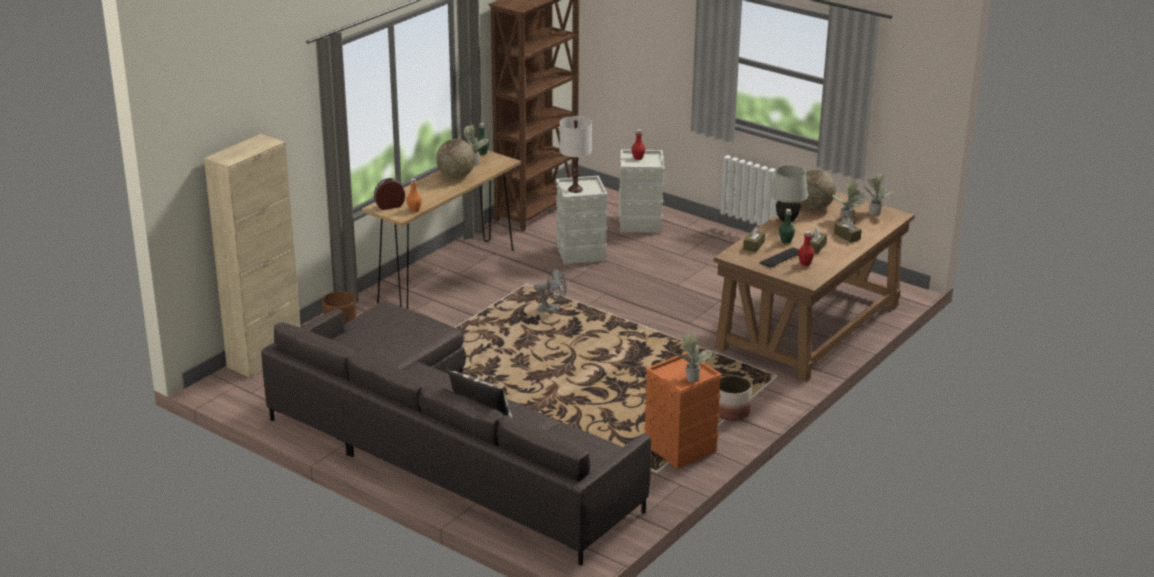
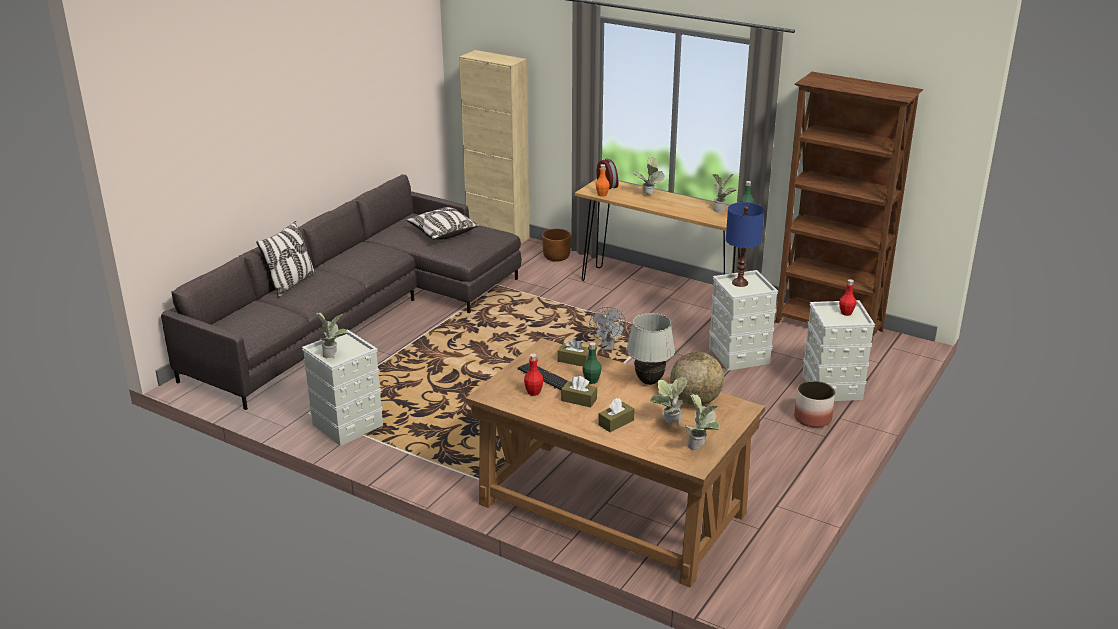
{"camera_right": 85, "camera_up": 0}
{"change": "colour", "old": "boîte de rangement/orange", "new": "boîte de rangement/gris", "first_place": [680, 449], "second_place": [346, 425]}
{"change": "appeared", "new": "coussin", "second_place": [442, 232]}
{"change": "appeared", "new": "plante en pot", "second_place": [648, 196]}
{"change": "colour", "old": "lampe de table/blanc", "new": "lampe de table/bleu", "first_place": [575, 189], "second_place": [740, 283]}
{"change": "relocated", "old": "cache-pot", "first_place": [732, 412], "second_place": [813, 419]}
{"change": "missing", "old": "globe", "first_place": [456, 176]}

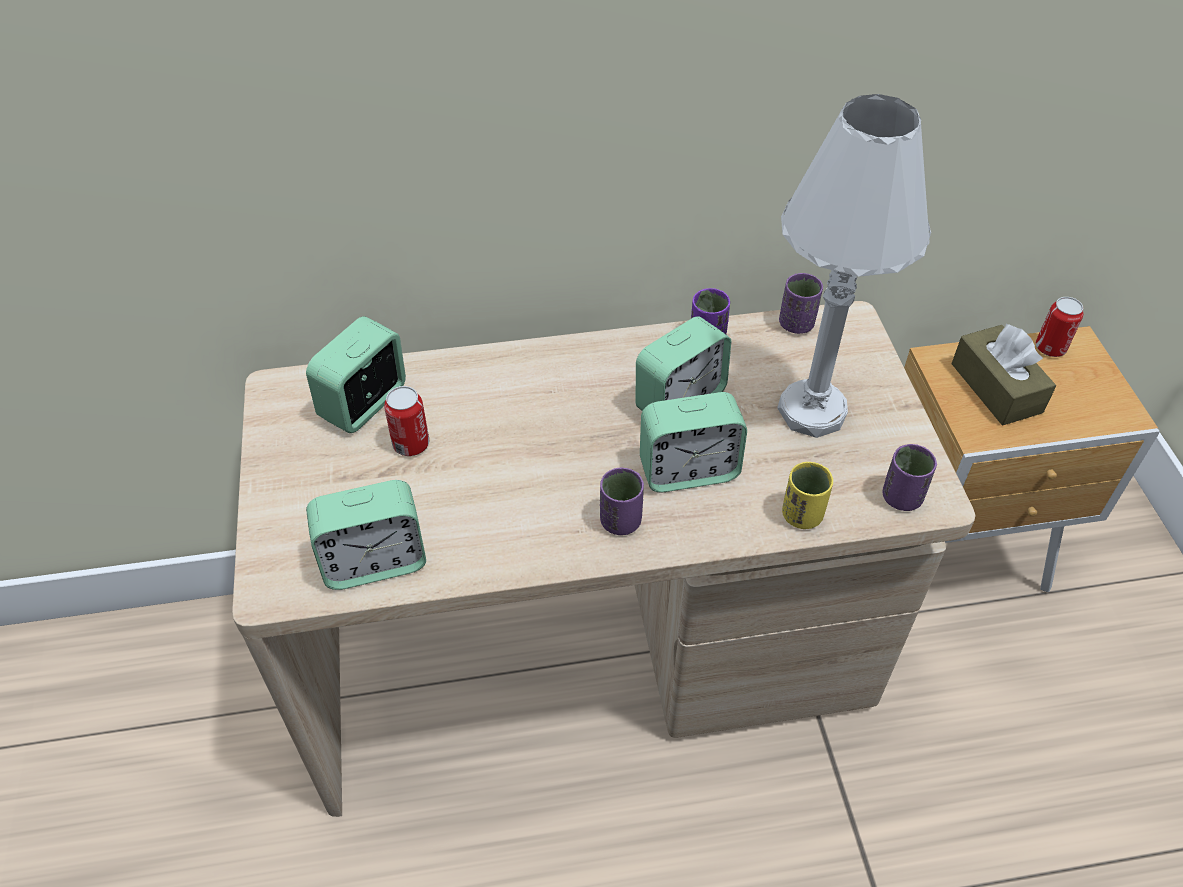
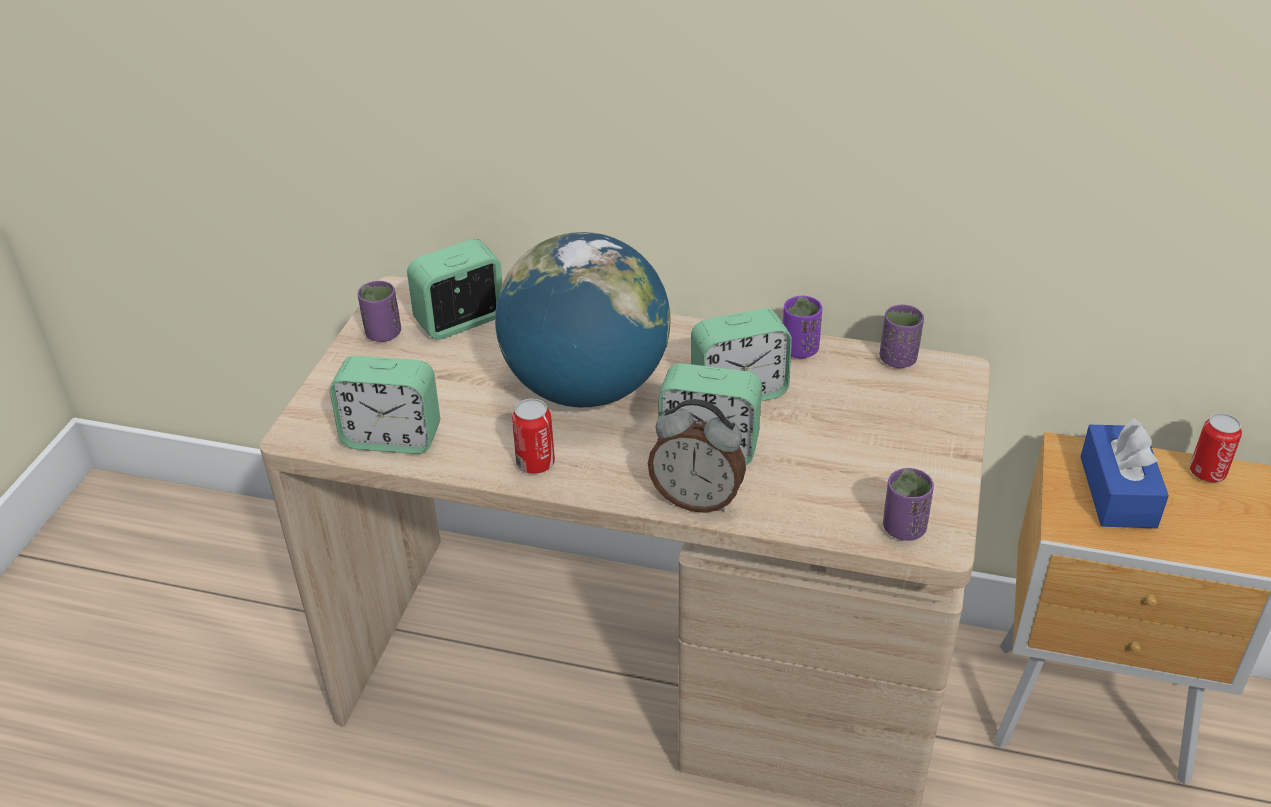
{"camera_right": 25, "camera_up": -10}
{"change": "relocated", "old": "tasse/violet", "first_place": [620, 521], "second_place": [383, 334]}
{"change": "appeared", "new": "globe", "second_place": [586, 388]}
{"change": "relocated", "old": "boîte métallique", "first_place": [411, 444], "second_place": [535, 463]}
{"change": "appeared", "new": "réveil", "second_place": [697, 499]}
{"change": "colour", "old": "boîte à mouchoirs/marron", "new": "boîte à mouchoirs/bleu", "first_place": [996, 388], "second_place": [1117, 492]}
{"change": "missing", "old": "lampe de table/blanc", "first_place": [811, 411]}
{"change": "missing", "old": "tasse/jaune", "first_place": [802, 515]}

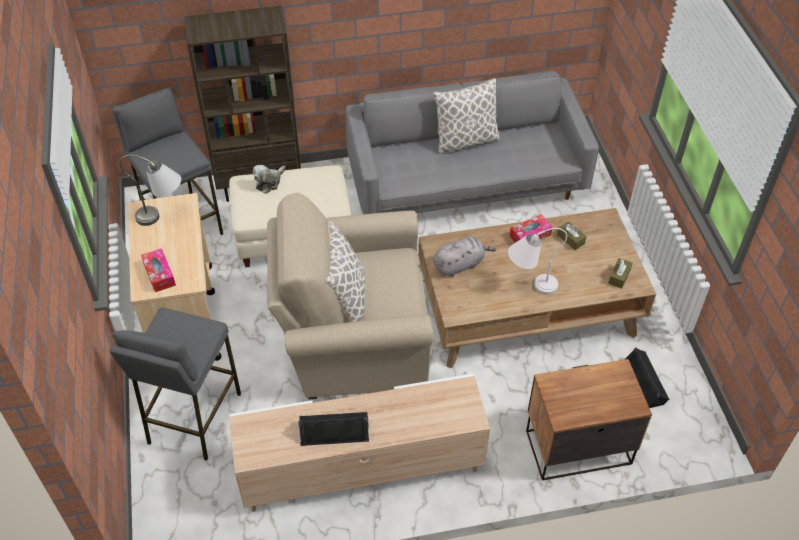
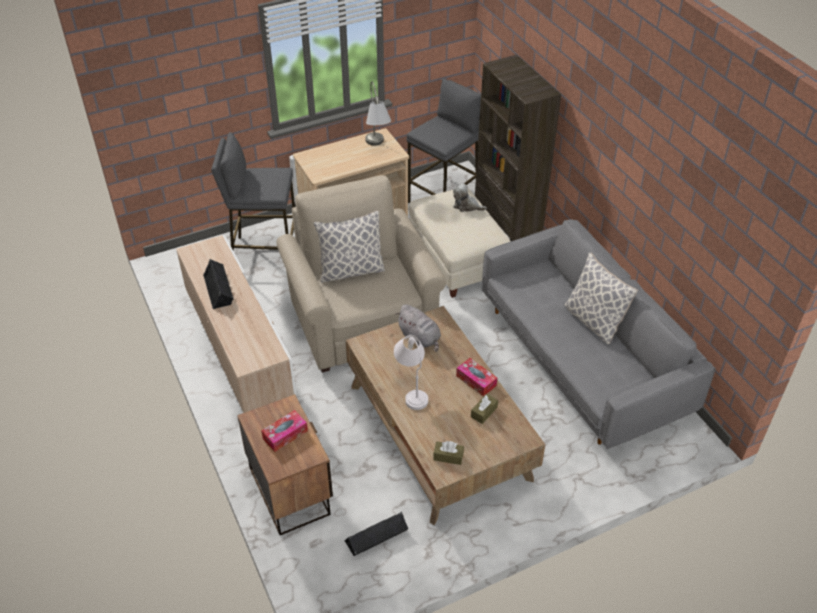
{"camera_right": 75, "camera_up": -5}
{"change": "relocated", "old": "boîte à mouchoirs", "first_place": [159, 274], "second_place": [285, 435]}

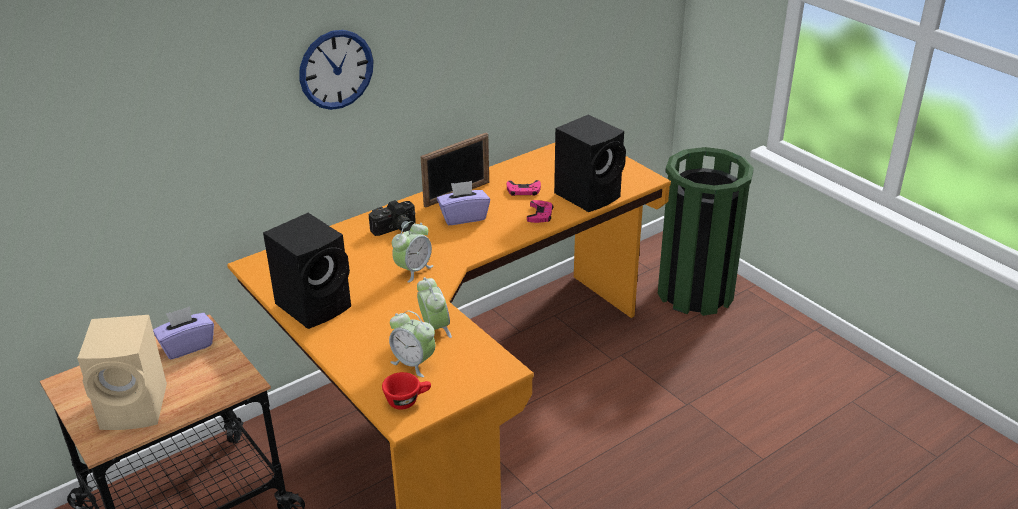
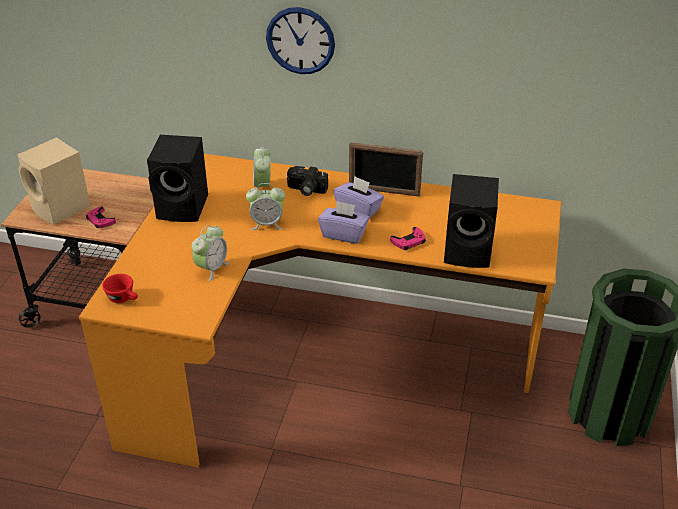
{"camera_right": 50, "camera_up": 5}
{"change": "relocated", "old": "manette/rose", "first_place": [523, 191], "second_place": [100, 220]}
{"change": "relocated", "old": "réveil", "first_place": [413, 363], "second_place": [262, 187]}
{"change": "relocated", "old": "boîte à mouchoirs/violet", "first_place": [187, 346], "second_place": [344, 234]}

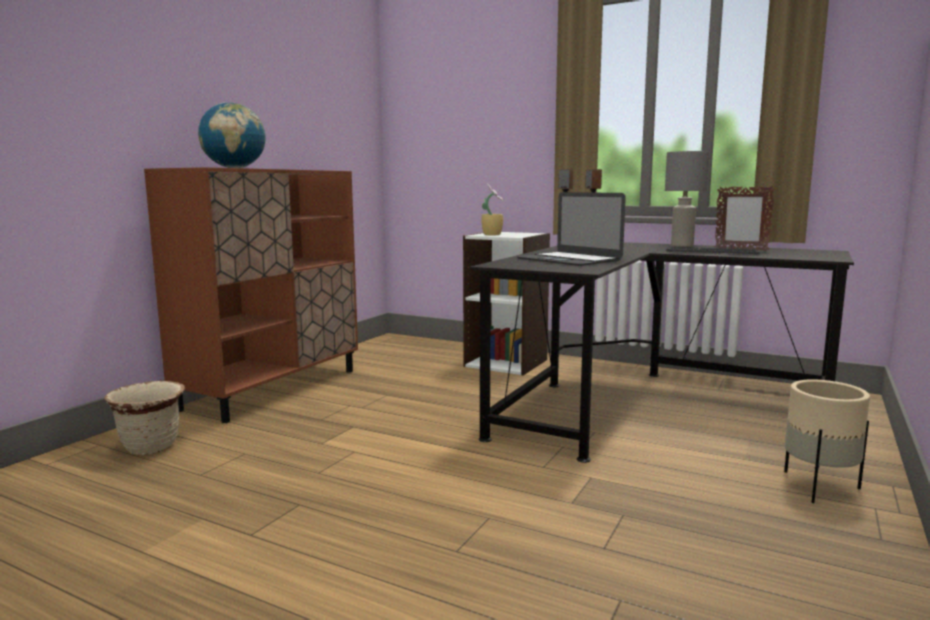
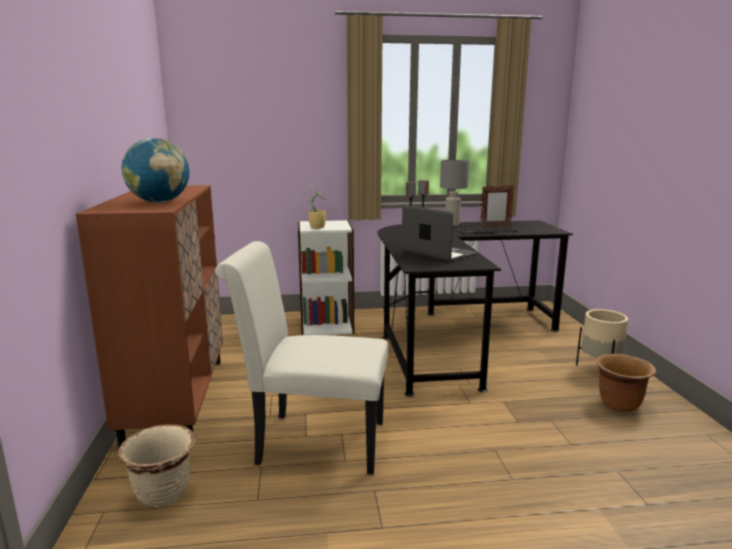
{"camera_right": -35, "camera_up": 5}
{"change": "appeared", "new": "chaise/blanc", "second_place": [312, 442]}
{"change": "spun", "old": "ordinateur portable", "first_place": [569, 259], "second_place": [438, 252], "degrees": -150}
{"change": "appeared", "new": "cache-pot/marron", "second_place": [619, 404]}

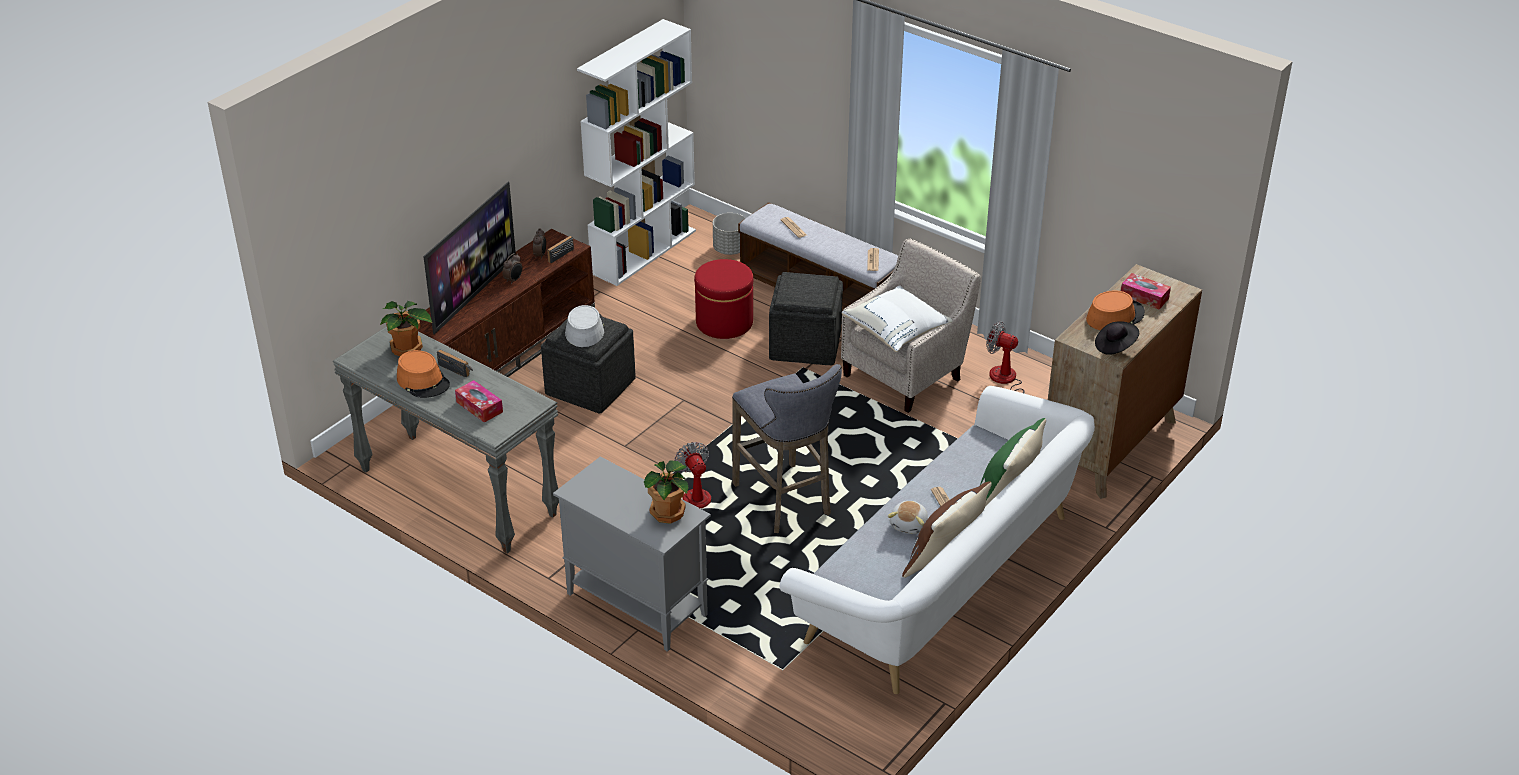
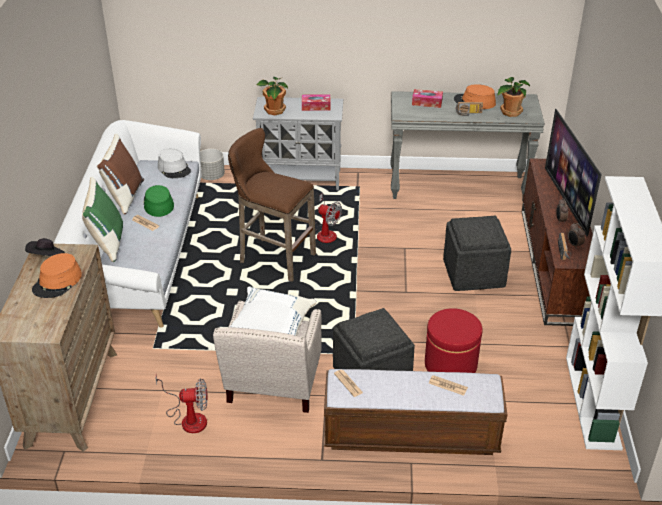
{"camera_right": 145, "camera_up": 0}
{"change": "exchanged", "old": "peluche", "new": "chapeau/vert", "first_place": [909, 525], "second_place": [158, 203]}
{"change": "relocated", "old": "chapeau/gris", "first_place": [584, 329], "second_place": [174, 169]}
{"change": "relocated", "old": "cache-pot/gris", "first_place": [730, 249], "second_place": [212, 176]}
{"change": "colour", "old": "tabouret/gris", "new": "tabouret/marron", "first_place": [785, 502], "second_place": [273, 258]}
{"change": "relocated", "old": "boîte à mouchoirs", "first_place": [1144, 297], "second_place": [316, 106]}

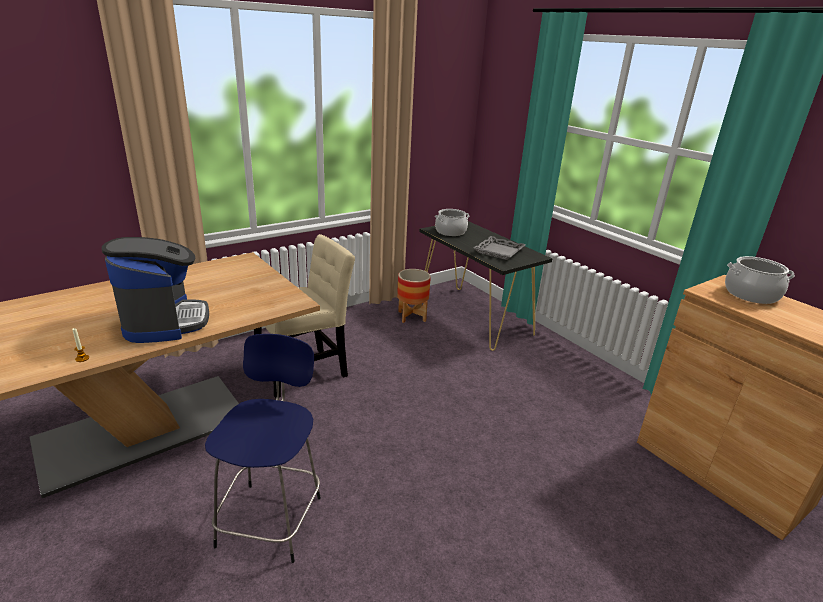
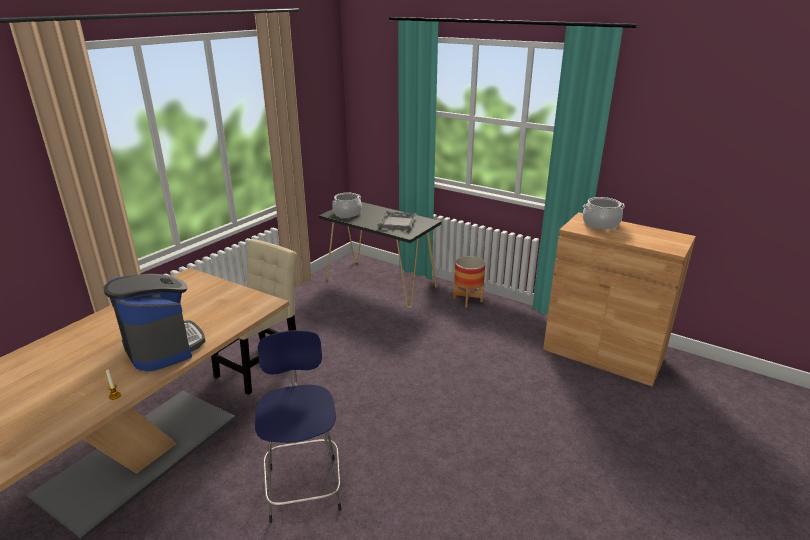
{"camera_right": -20, "camera_up": 0}
{"change": "relocated", "old": "cache-pot", "first_place": [412, 316], "second_place": [468, 300]}

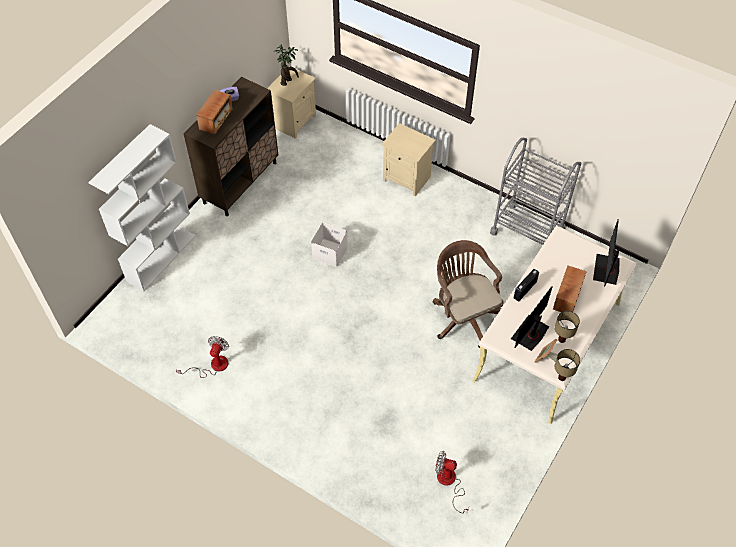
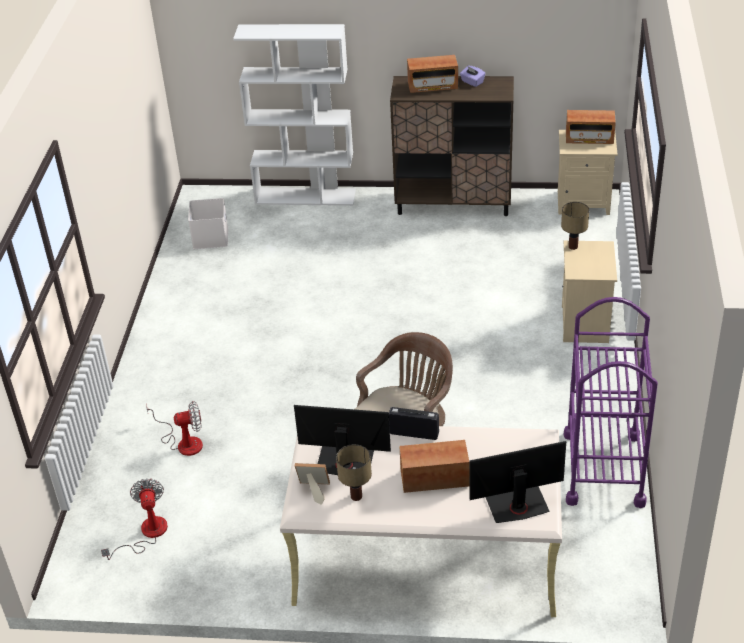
{"camera_right": 65, "camera_up": -15}
{"change": "relocated", "old": "ventilateur", "first_place": [213, 366], "second_place": [183, 442]}
{"change": "relocated", "old": "boîte de rangement/blanc", "first_place": [331, 252], "second_place": [211, 238]}
{"change": "relocated", "old": "lampe de table", "first_place": [562, 378], "second_place": [572, 247]}
{"change": "colour", "old": "chariot/gris", "new": "chariot/violet", "first_place": [527, 231], "second_place": [603, 468]}
{"change": "exchanged", "old": "plante en pot", "new": "radio", "first_place": [288, 81], "second_place": [589, 138]}

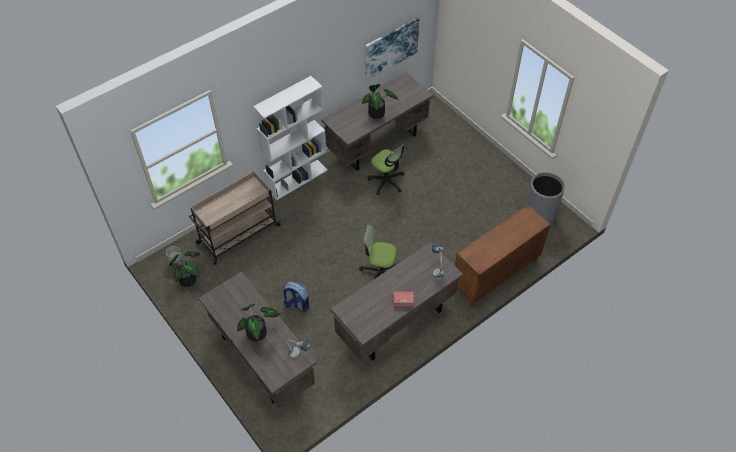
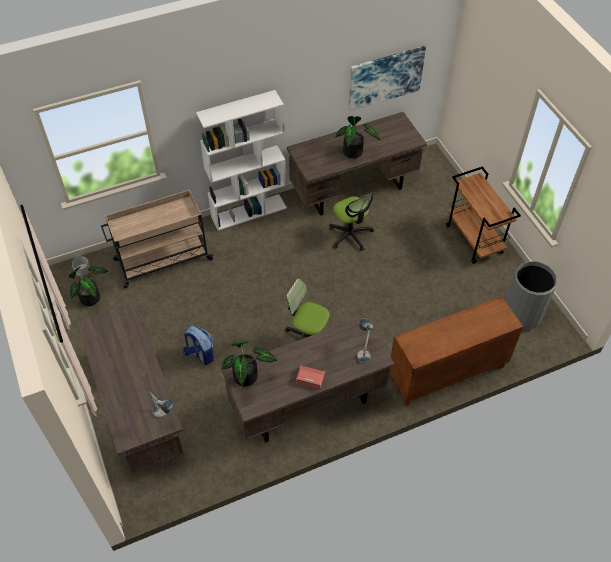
{"camera_right": 15, "camera_up": 0}
{"change": "relocated", "old": "plante en pot", "first_place": [259, 333], "second_place": [248, 377]}
{"change": "appeared", "new": "chariot/marron", "second_place": [474, 239]}

